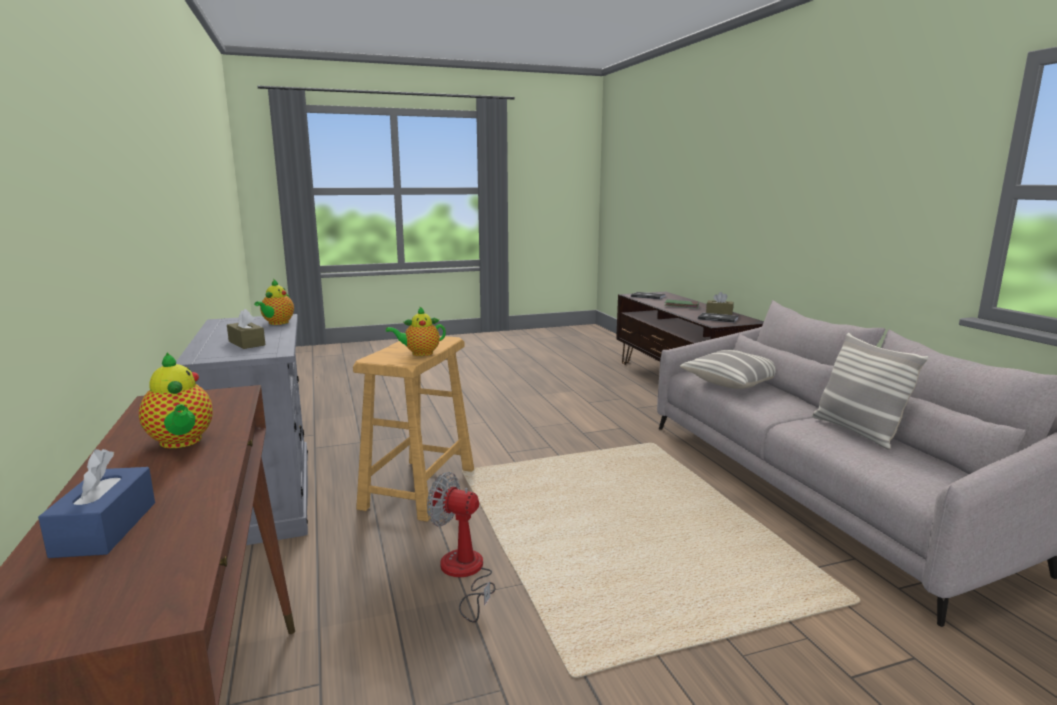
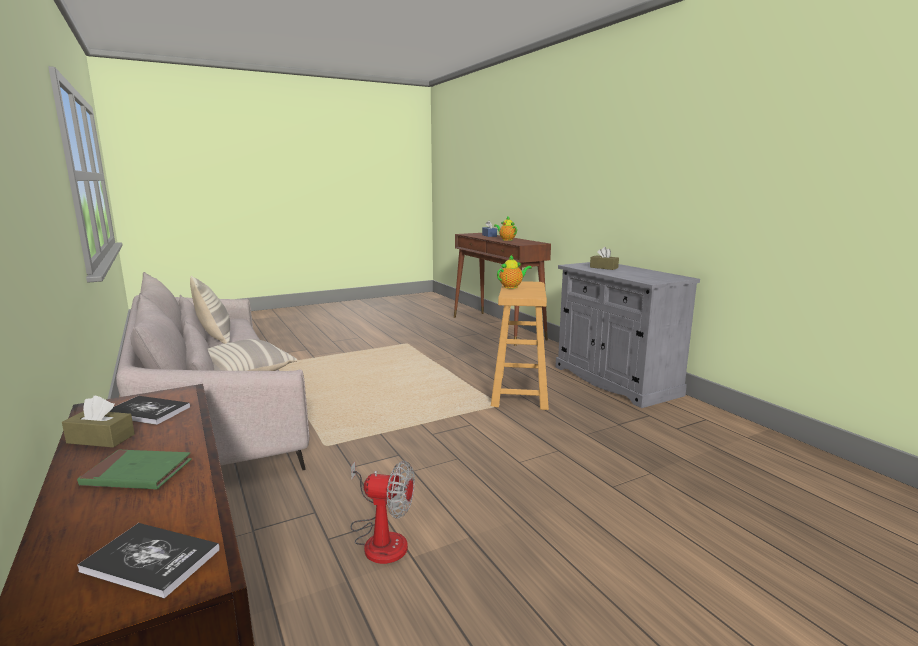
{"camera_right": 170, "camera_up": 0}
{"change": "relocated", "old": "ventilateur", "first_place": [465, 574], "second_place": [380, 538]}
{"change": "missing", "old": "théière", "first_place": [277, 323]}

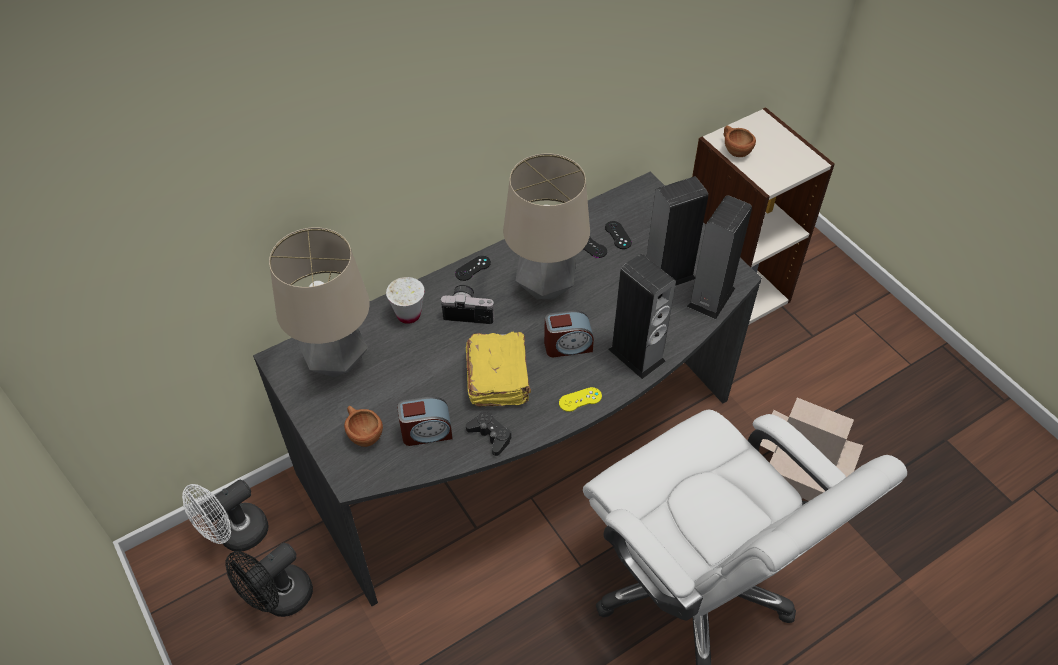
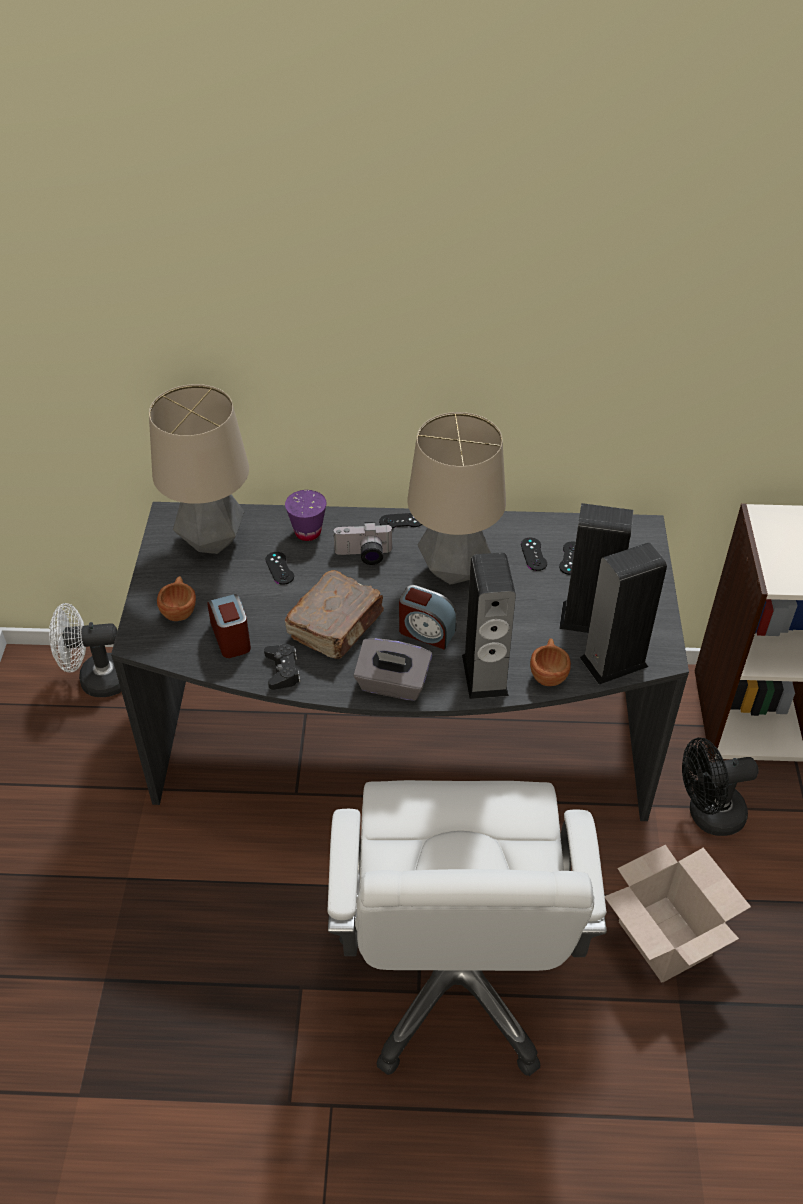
{"camera_right": 35, "camera_up": -5}
{"change": "spun", "old": "réveil", "first_place": [426, 432], "second_place": [231, 637], "degrees": -135}
{"change": "appeared", "new": "manette/noir", "second_place": [279, 568]}
{"change": "colour", "old": "tasse/blanc", "new": "tasse/violet", "first_place": [408, 314], "second_place": [308, 532]}
{"change": "colour", "old": "livre/jaune", "new": "livre/marron", "first_place": [499, 377], "second_place": [337, 625]}
{"change": "spun", "old": "appareil photo", "first_place": [469, 311], "second_place": [364, 556], "degrees": 135}
{"change": "exchanged", "old": "manette/jaune", "new": "boîte à mouchoirs/gris", "first_place": [580, 399], "second_place": [392, 684]}
{"change": "relocated", "old": "tasse/marron", "first_place": [734, 150], "second_place": [548, 673]}
{"change": "relocated", "old": "ventilateur/noir", "first_place": [279, 599], "second_place": [707, 815]}

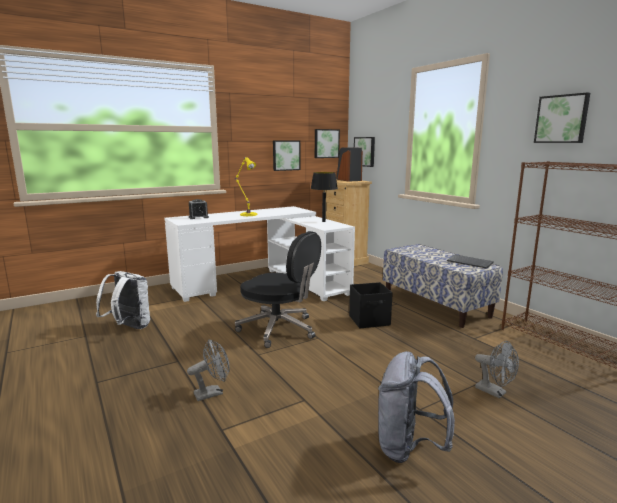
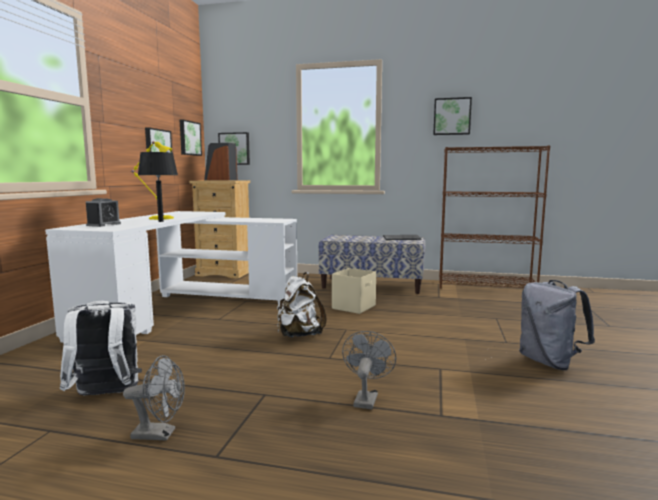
{"camera_right": -45, "camera_up": -5}
{"change": "relocated", "old": "ventilateur/gris", "first_place": [495, 392], "second_place": [160, 434]}
{"change": "relocated", "old": "lampe de table/noir", "first_place": [323, 221], "second_place": [160, 221]}
{"change": "exchanged", "old": "chaise de bureau/noir", "new": "sac à dos/blanc", "first_place": [279, 329], "second_place": [299, 335]}
{"change": "colour", "old": "boîte de rangement/noir", "new": "boîte de rangement/beige", "first_place": [370, 321], "second_place": [354, 307]}

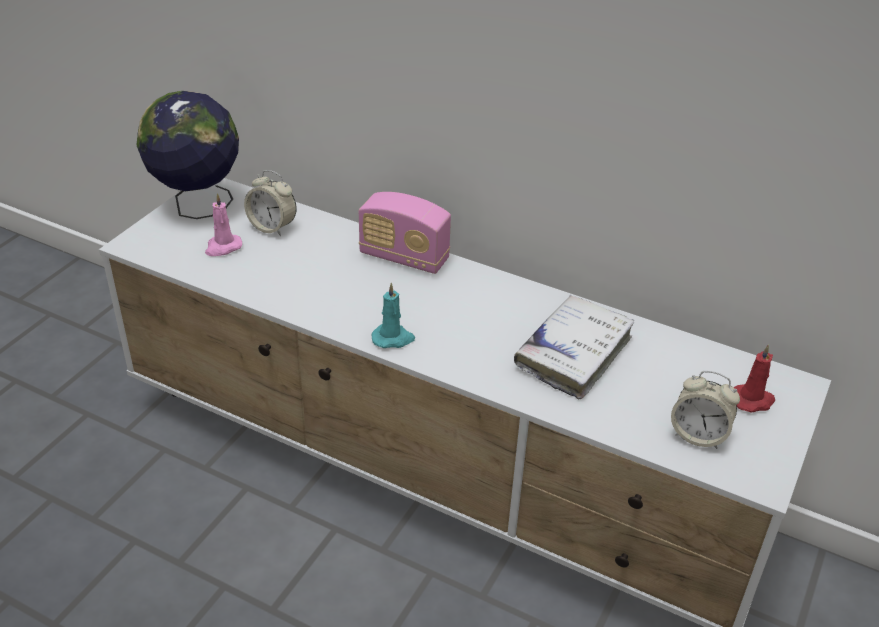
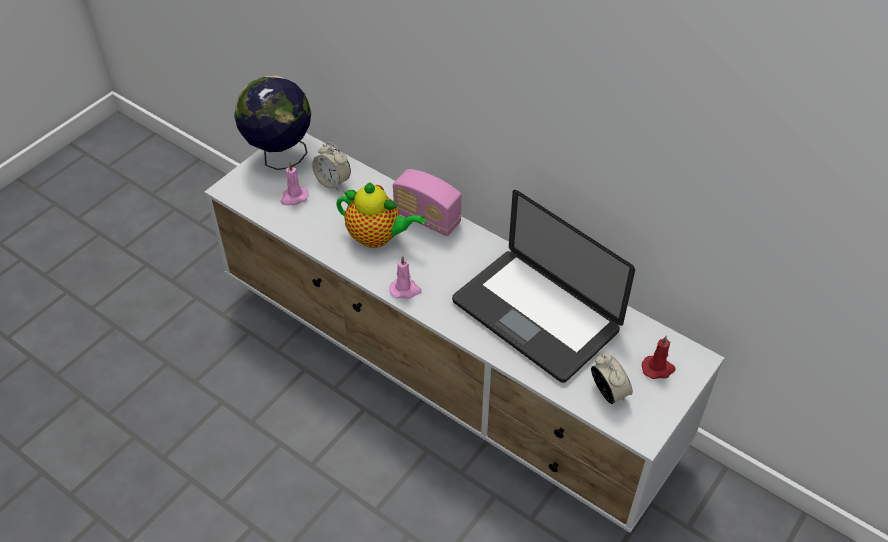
{"camera_right": 10, "camera_up": 10}
{"change": "appeared", "new": "théière", "second_place": [377, 237]}
{"change": "colour", "old": "bougie/turquoise", "new": "bougie/rose", "first_place": [393, 338], "second_place": [405, 290]}
{"change": "exchanged", "old": "livre/blanc", "new": "ordinateur portable", "first_place": [573, 354], "second_place": [535, 316]}
{"change": "spun", "old": "réveil", "first_place": [698, 435], "second_place": [608, 393], "degrees": -150}

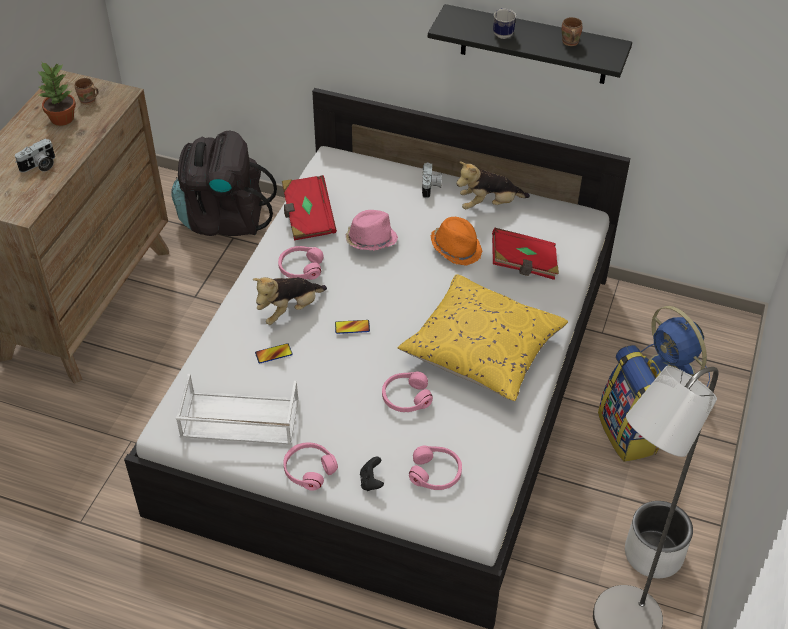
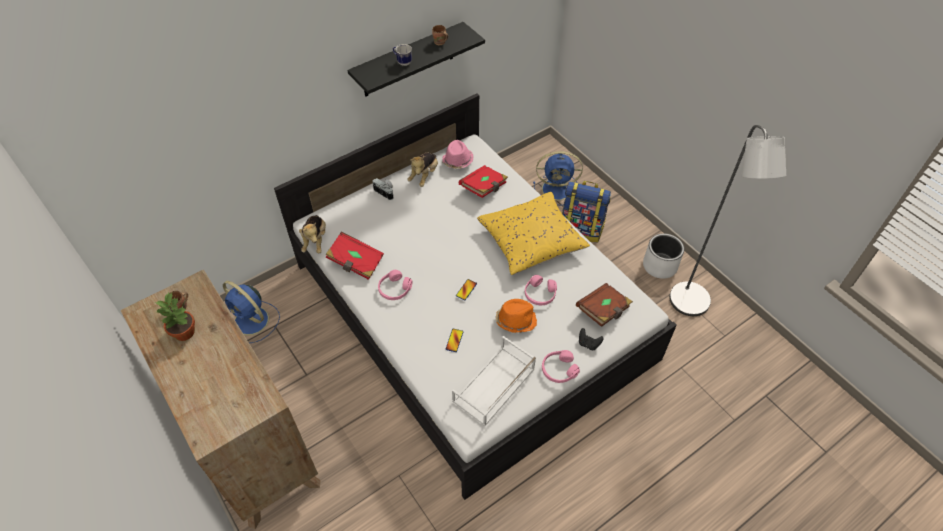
{"camera_right": -55, "camera_up": 5}
{"change": "exchanged", "old": "sac à dos/noir", "new": "ventilateur/bleu", "first_place": [224, 219], "second_place": [252, 321]}
{"change": "relocated", "old": "peluche", "first_place": [290, 310], "second_place": [315, 240]}
{"change": "relocated", "old": "chapeau/rose", "first_place": [370, 240], "second_place": [457, 161]}
{"change": "relocated", "old": "chapeau/orange", "first_place": [456, 248], "second_place": [515, 320]}
{"change": "exchanged", "old": "casque audio/rose", "new": "livre/marron", "first_place": [435, 473], "second_place": [603, 311]}
{"change": "missing", "old": "appareil photo", "first_place": [39, 166]}

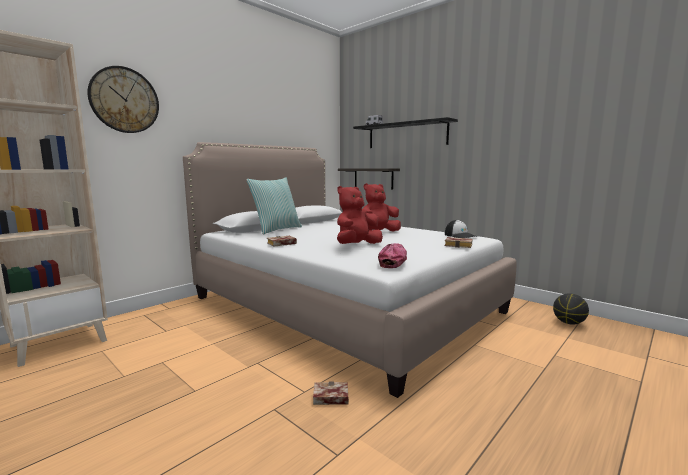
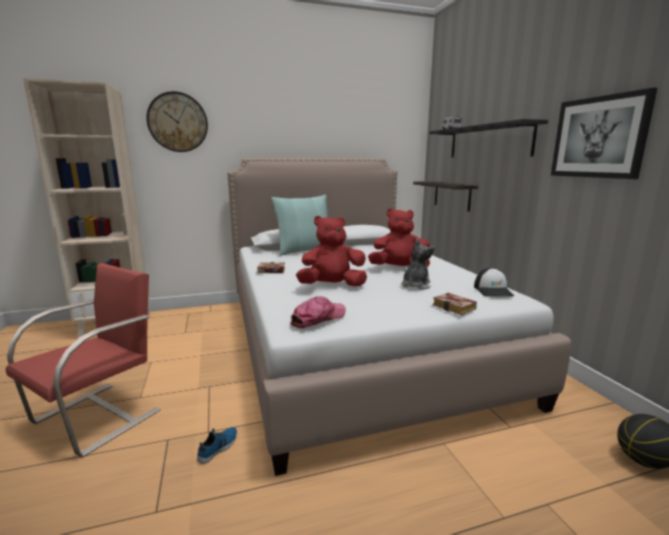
{"camera_right": 30, "camera_up": 5}
{"change": "appeared", "new": "chaise/rouge", "second_place": [99, 415]}
{"change": "exchanged", "old": "livre", "new": "chaussure", "first_place": [329, 398], "second_place": [219, 447]}
{"change": "appeared", "new": "peluche", "second_place": [415, 285]}
{"change": "appeared", "new": "tableau", "second_place": [598, 137]}

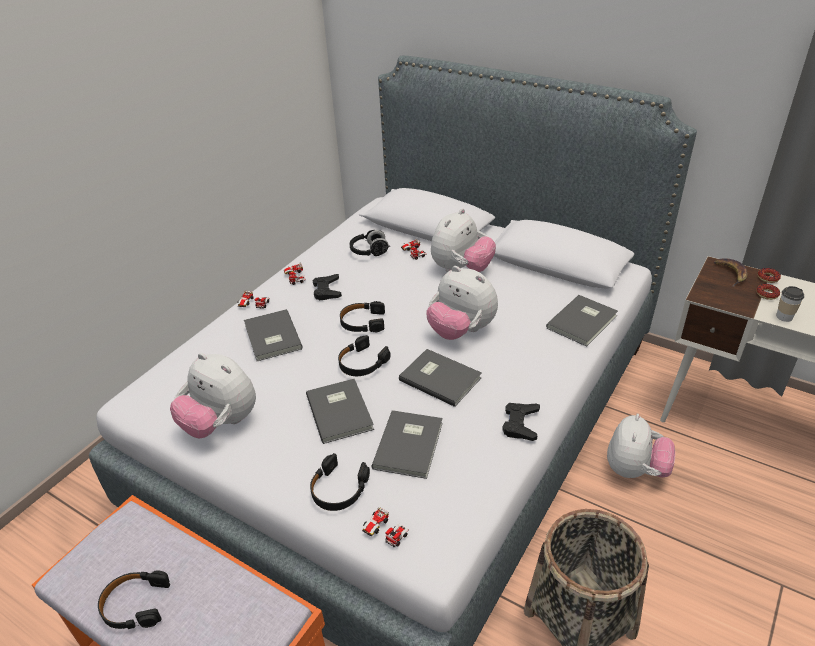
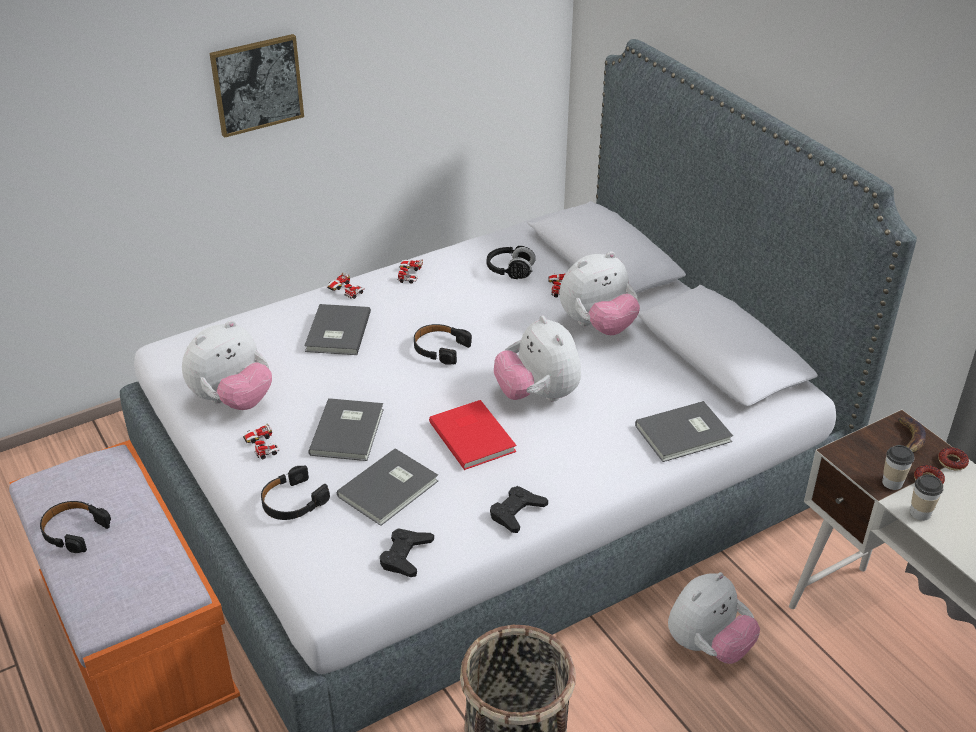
{"camera_right": 25, "camera_up": 0}
{"change": "spun", "old": "peluche", "first_place": [221, 423], "second_place": [233, 400], "degrees": -105}
{"change": "appeared", "new": "tableau", "second_place": [257, 84]}
{"change": "relocated", "old": "petite voiture", "first_place": [385, 532], "second_place": [262, 446]}
{"change": "relocated", "old": "manette/noir", "first_place": [327, 290], "second_place": [405, 556]}
{"change": "colour", "old": "livre/gris", "new": "livre/rouge", "first_place": [440, 377], "second_place": [473, 435]}
{"change": "appeared", "new": "tasse", "second_place": [892, 483]}
{"change": "missing", "old": "casque audio/noir", "first_place": [362, 363]}

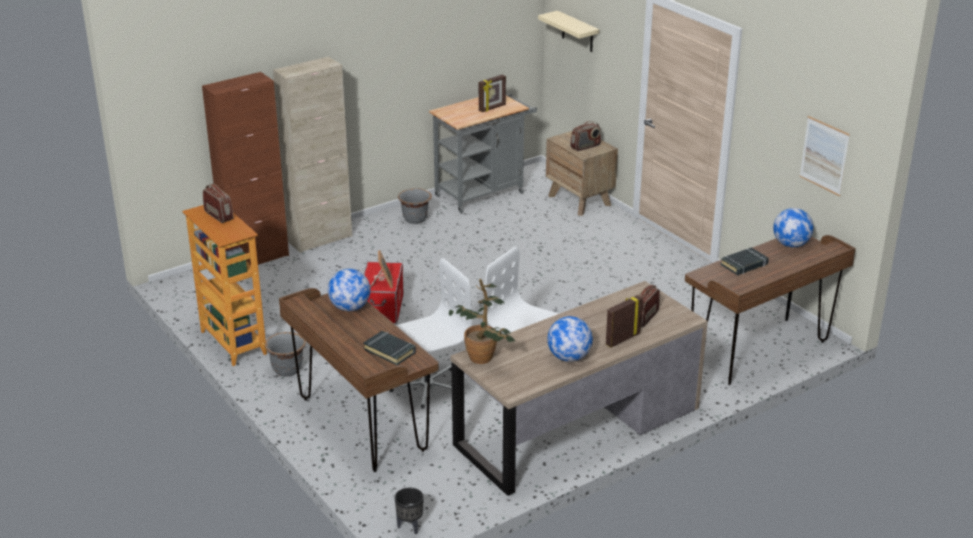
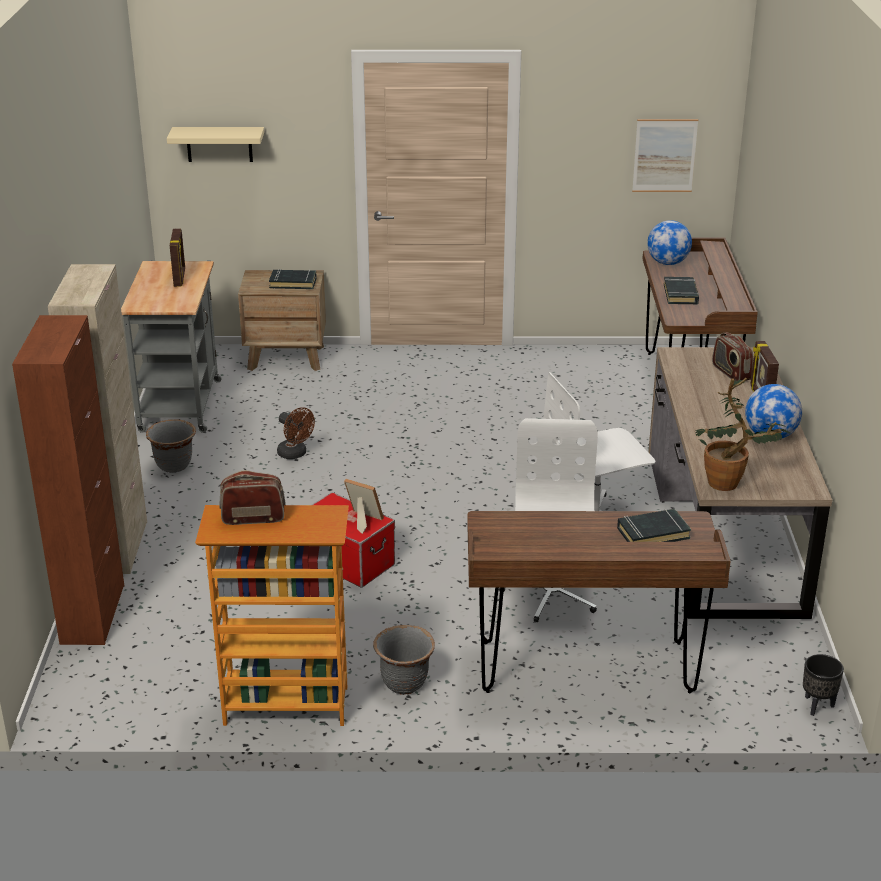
{"camera_right": -55, "camera_up": 0}
{"change": "exchanged", "old": "radio", "new": "livre/noir", "first_place": [585, 147], "second_place": [293, 283]}
{"change": "appeared", "new": "ventilateur/marron", "second_place": [295, 454]}
{"change": "missing", "old": "globe", "first_place": [350, 308]}

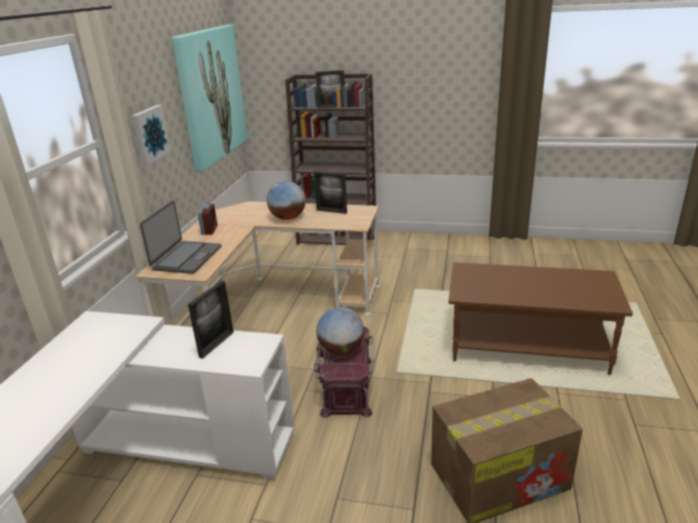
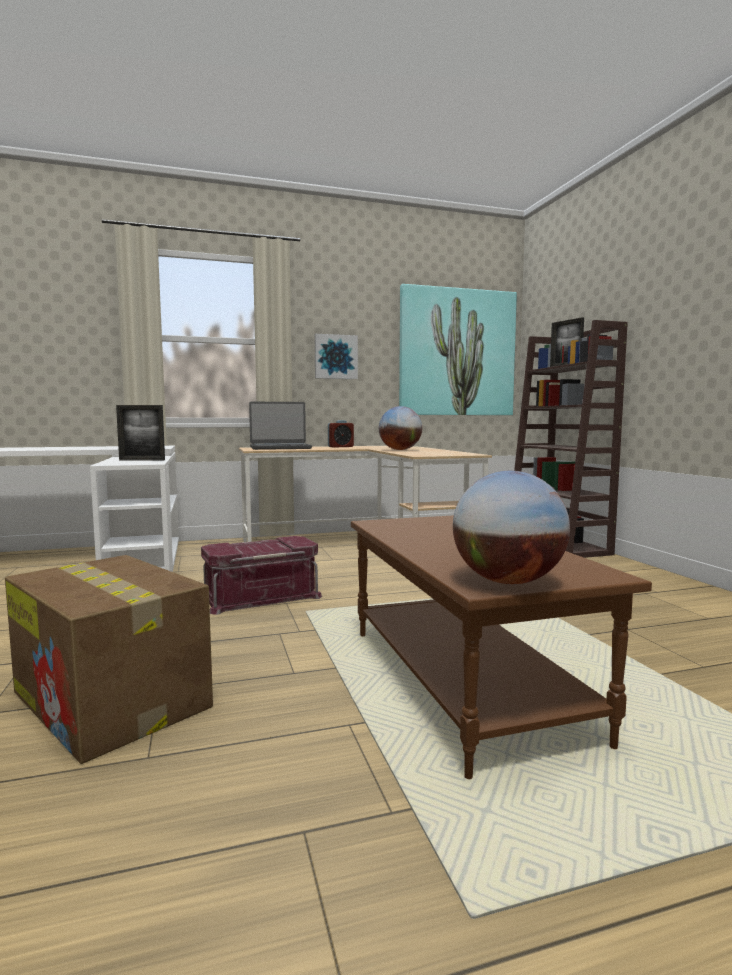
{"camera_right": 60, "camera_up": -20}
{"change": "relocated", "old": "globe", "first_place": [341, 350], "second_place": [508, 581]}
{"change": "missing", "old": "cadre photo", "first_place": [331, 211]}

